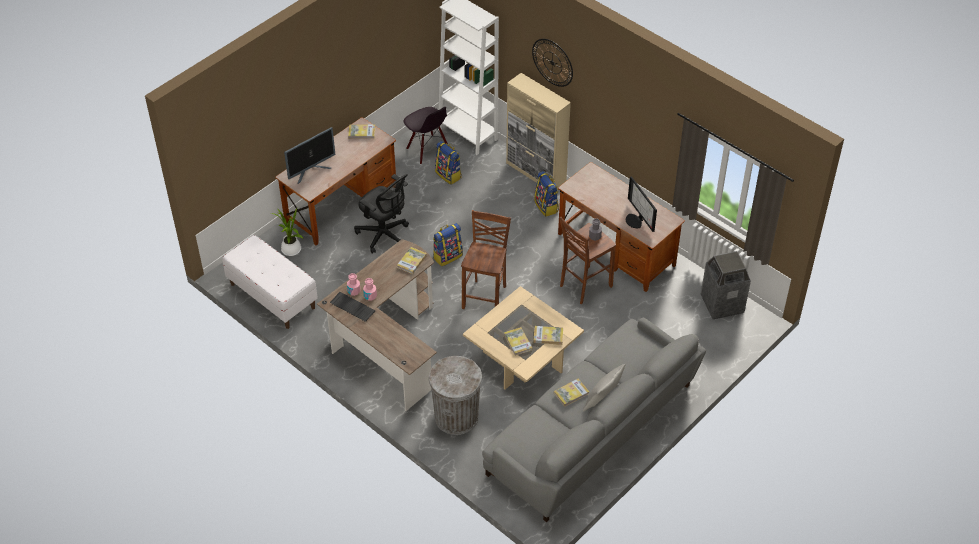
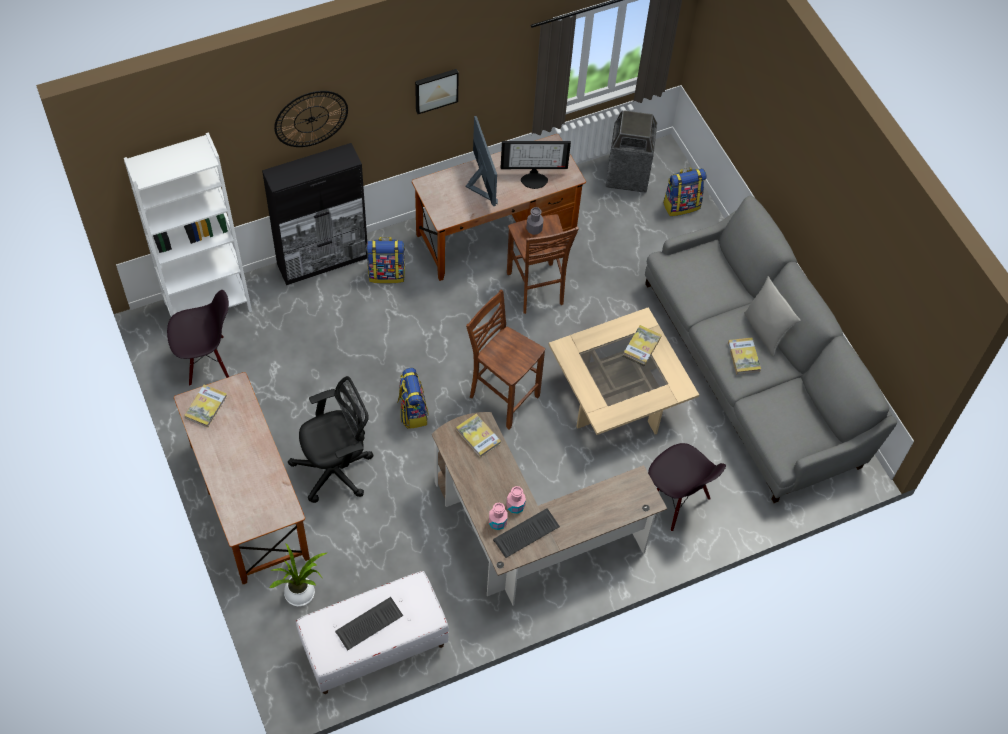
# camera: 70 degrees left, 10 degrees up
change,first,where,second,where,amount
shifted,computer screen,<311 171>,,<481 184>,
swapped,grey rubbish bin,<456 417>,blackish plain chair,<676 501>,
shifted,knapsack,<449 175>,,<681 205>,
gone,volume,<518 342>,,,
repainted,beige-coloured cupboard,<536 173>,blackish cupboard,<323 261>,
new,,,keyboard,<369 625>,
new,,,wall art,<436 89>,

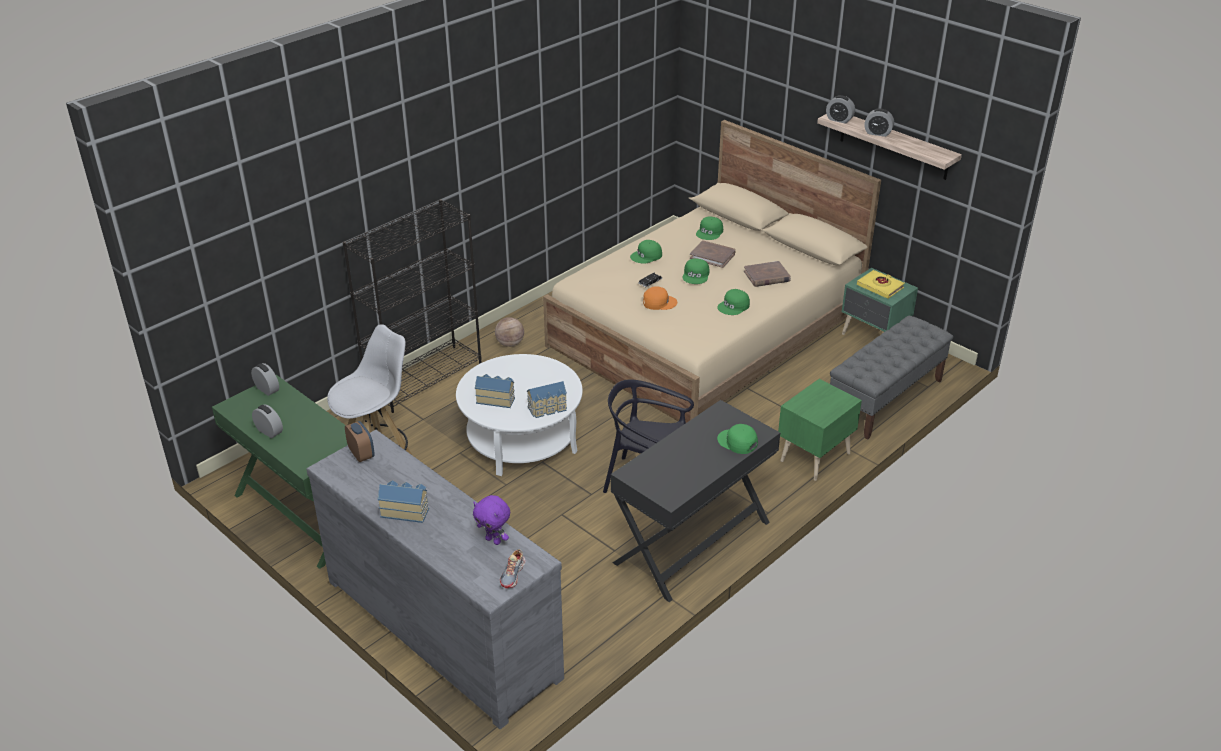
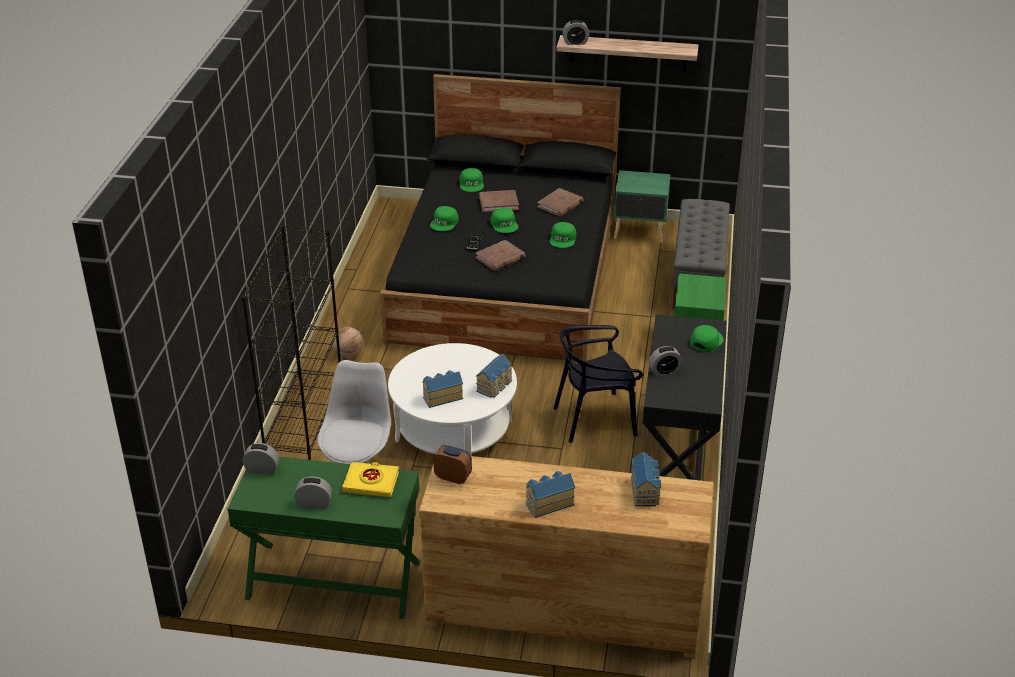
# camera: 35 degrees left, 0 degrees up
change,first,where,second,where,amount
repainted,grey dresser,<443 626>,brown-coloured dresser,<563 608>,
swapped,purplish cuddly toy,<494 540>,model house,<645 491>,
gone,item of footwear,<513 574>,,,
repainted,beige-coloured sleeping bed,<707 331>,blackish sleeping bed,<507 277>,
swapped,orange-coloured peaked cap,<659 302>,brown-coloured volume,<500 258>,
rotated,greenish peaked cap,<737 442>,,<706 341>,120 degrees clockwise
shifted,yellowish volume,<880 287>,,<371 482>,
shifted,table clock,<877 133>,,<664 371>,

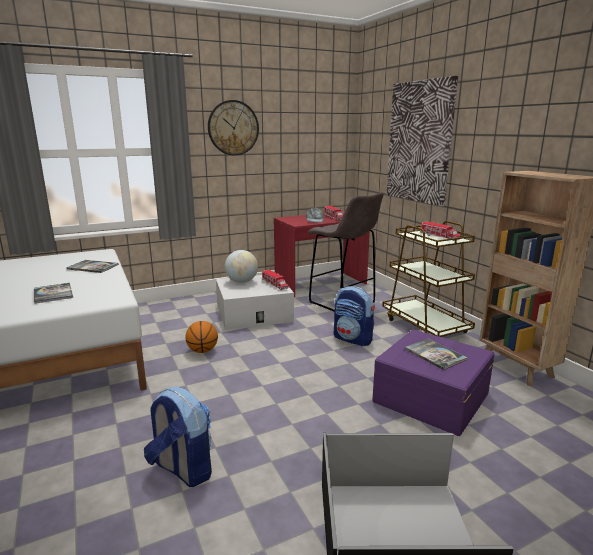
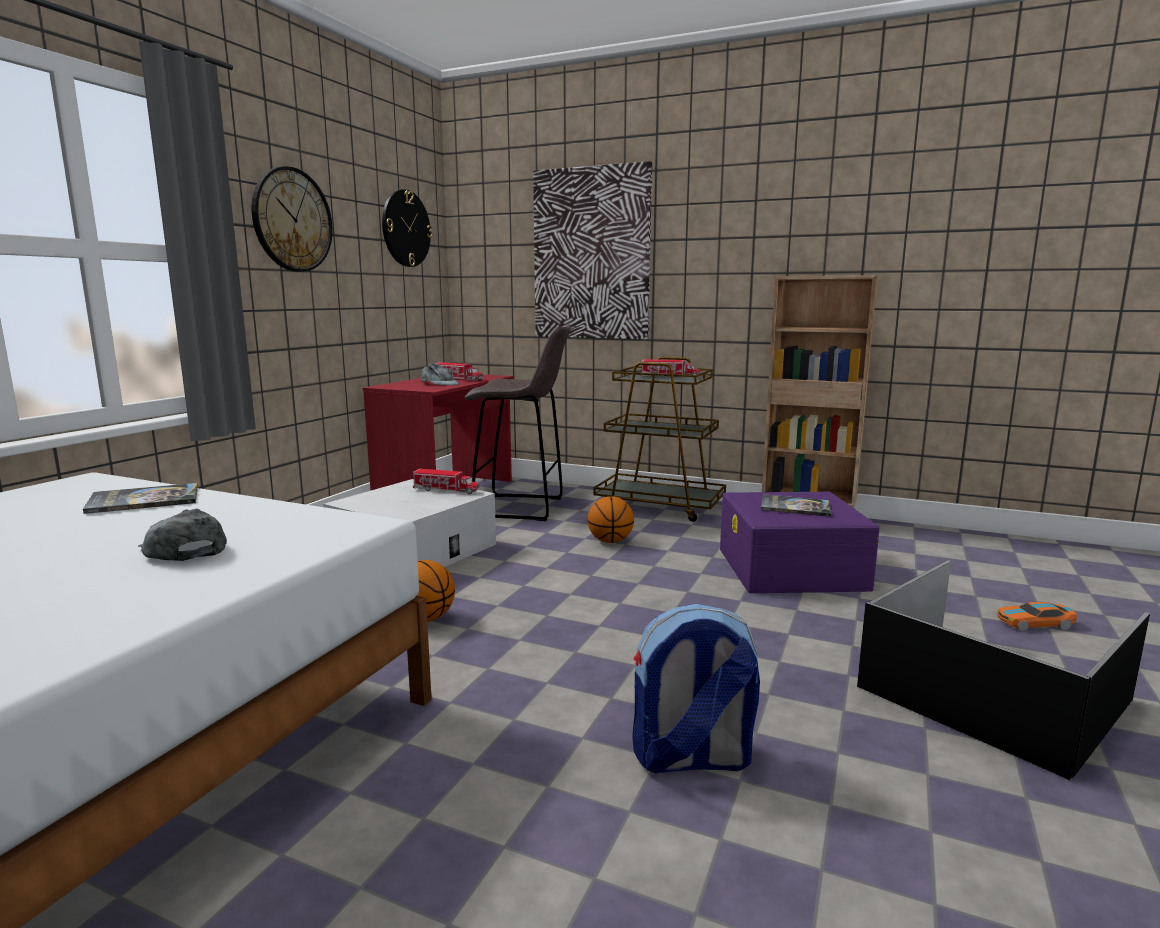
# camera: 40 degrees left, 5 degrees down
change,first,where,second,where,amount
swapped,volume,<53 294>,grey peaked cap,<182 549>,
gone,world globe,<241 282>,,,
swapped,knapsack,<353 339>,basketball ball,<610 541>,
new,,,clock on the wall,<406 228>,
new,,,model car,<1034 623>,

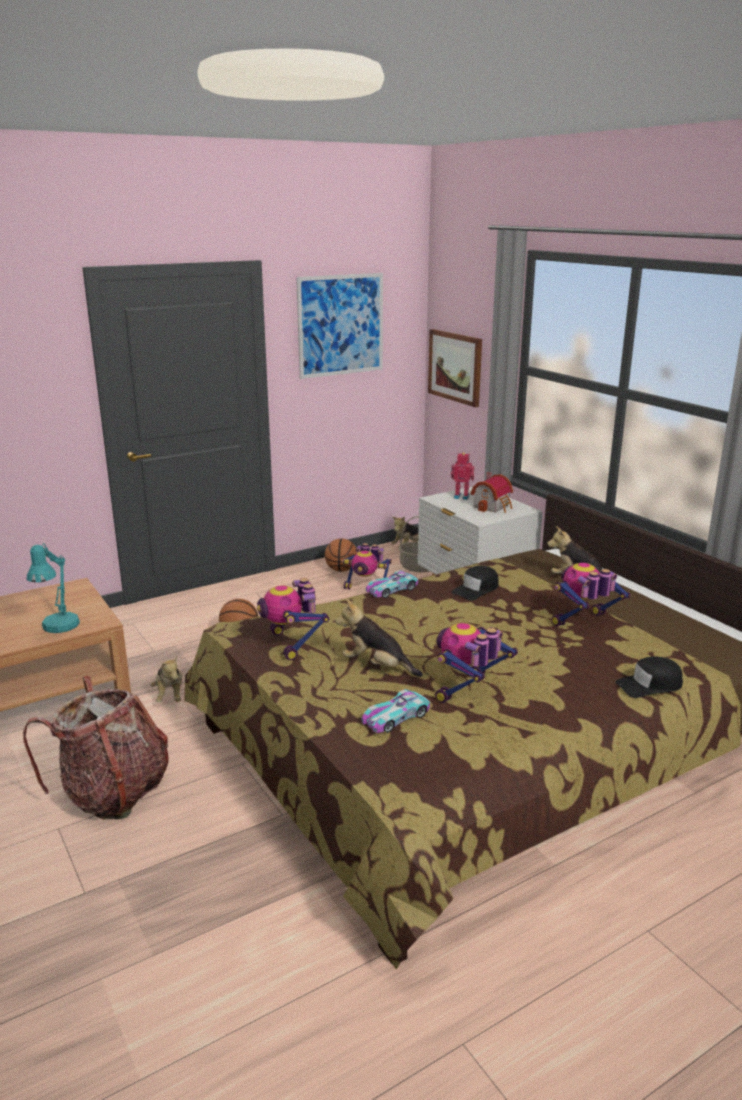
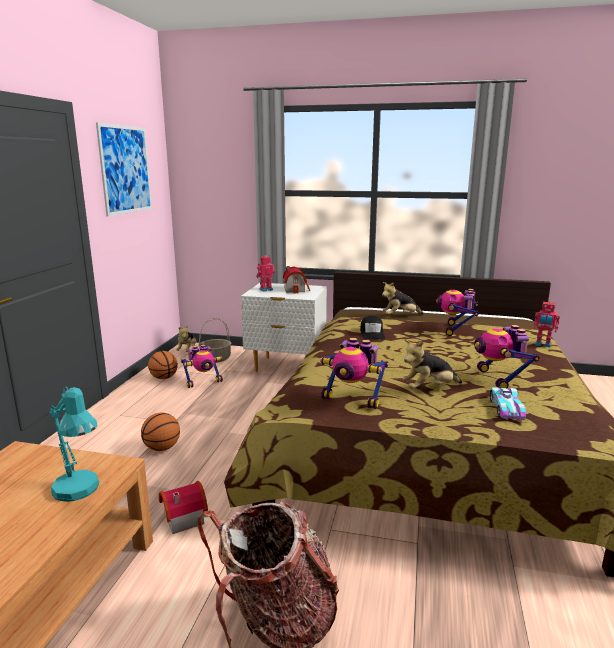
# camera: 45 degrees left, 5 degrees down
change,first,where,second,where,amount
swapped,cuddly toy,<170 695>,model house,<182 518>,
gone,model car,<392 589>,,,
gone,wall art,<455 367>,,,
swapped,blackish peaked cap,<649 685>,robot figure,<543 344>,

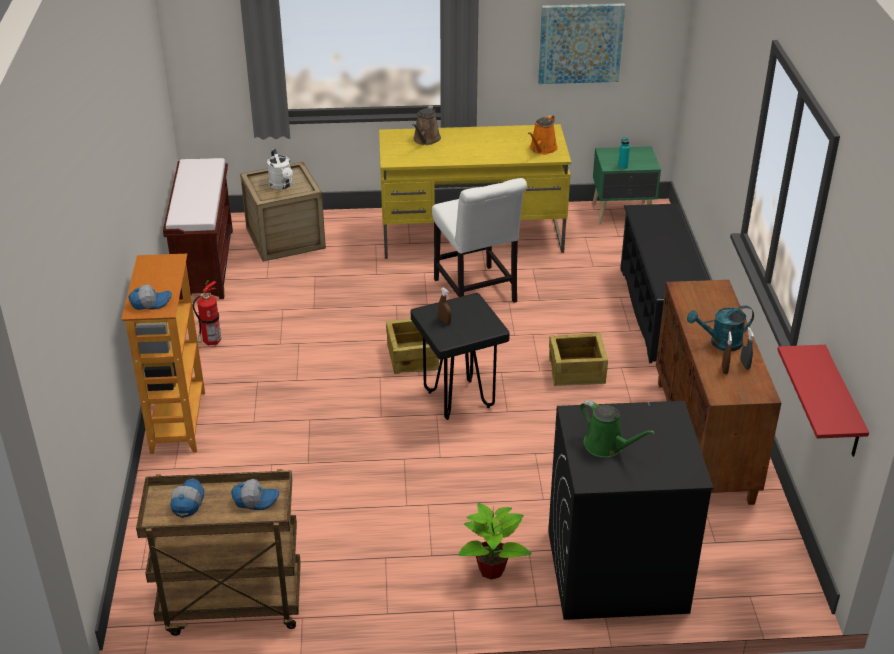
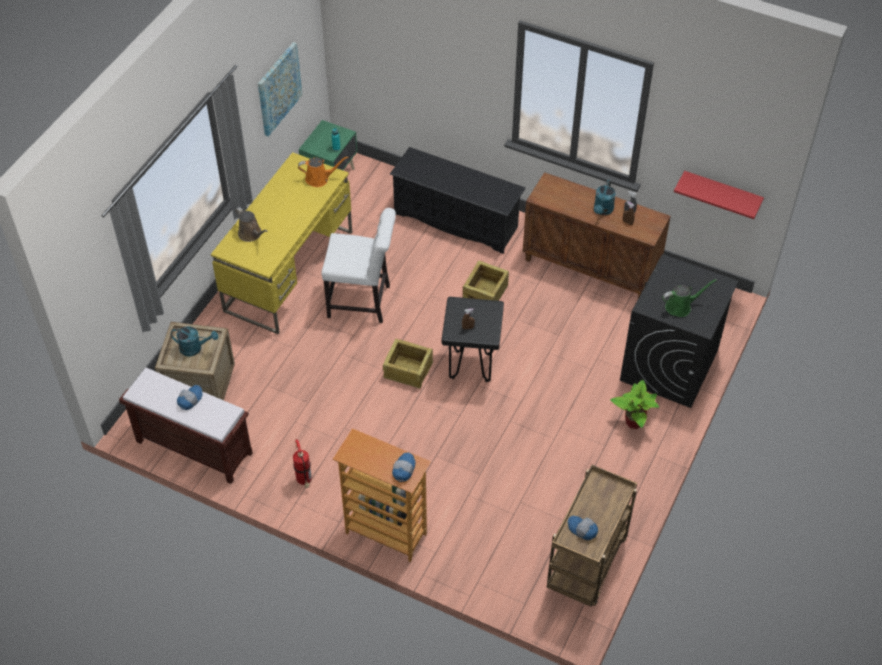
# camera: 60 degrees left, 15 degrees up
change,first,where,second,where,amount
shifted,peaked cap,<255 500>,,<189 399>,
repainted,white watering pot,<282 185>,turquoise watering pot,<195 348>,
rotated,orange-coloured watering pot,<542 149>,,<319 178>,60 degrees counterclockwise

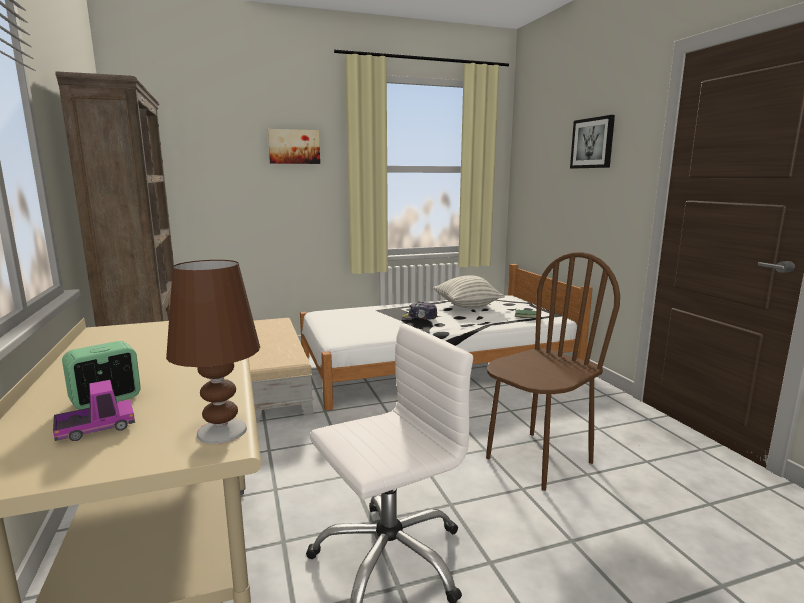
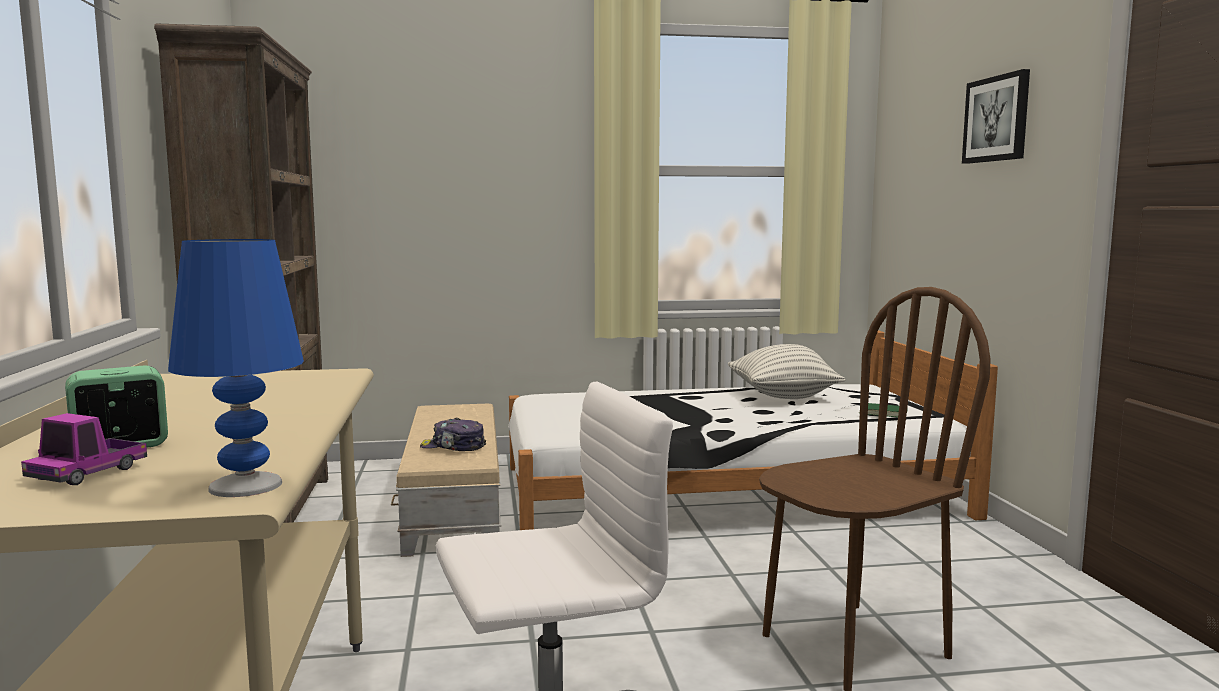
# camera: 10 degrees right, 5 degrees down
change,first,where,second,where,amount
rotated,toy lorry,<96 428>,,<88 473>,135 degrees clockwise
repainted,brown-coloured lamp for a table,<221 431>,bluish lamp for a table,<244 485>,
gone,wall art,<294 146>,,,
shifted,peaked cap,<419 318>,,<453 447>,

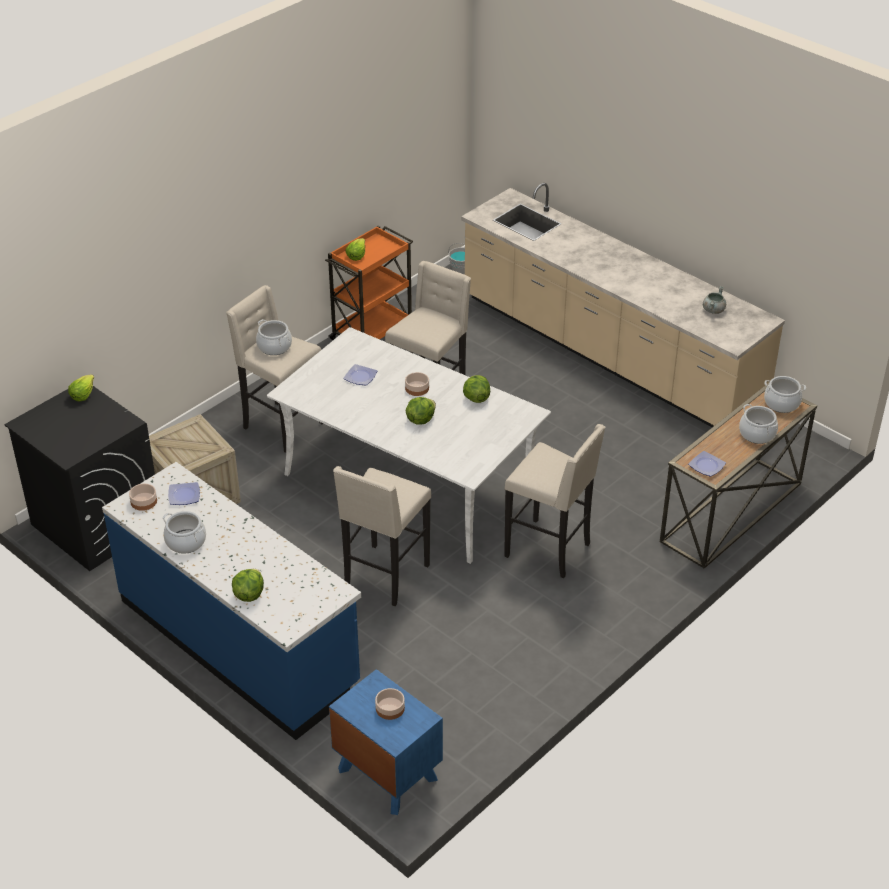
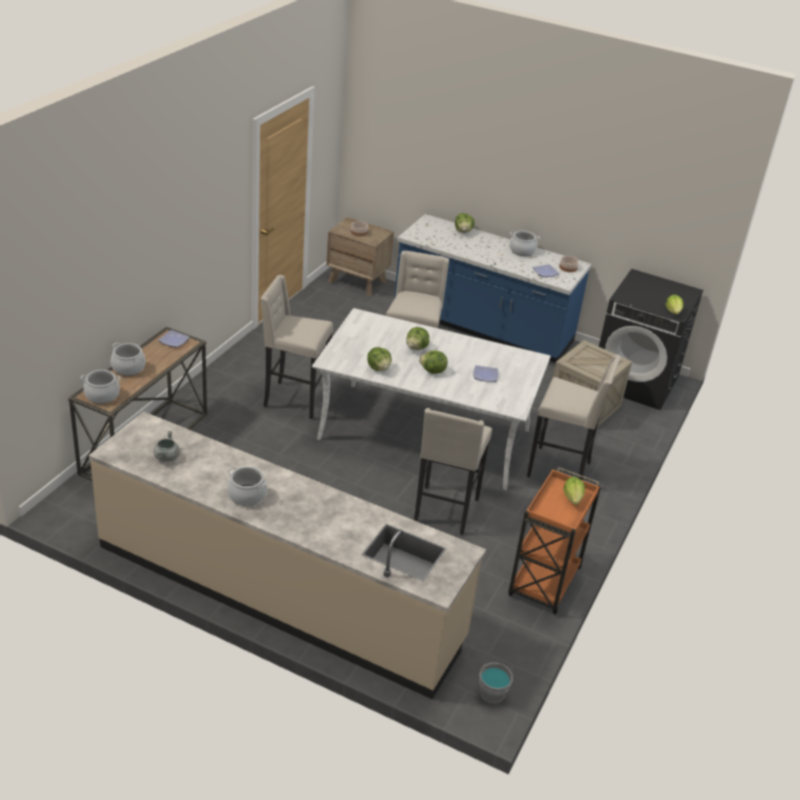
# camera: 160 degrees right, 5 degrees down
change,first,where,second,where,amount
shifted,stockpot,<274 346>,,<247 496>,
repainted,bluish night table,<387 774>,brown-coloured night table,<357 281>,
swapped,deep dish,<417 388>,lettuce,<432 371>,

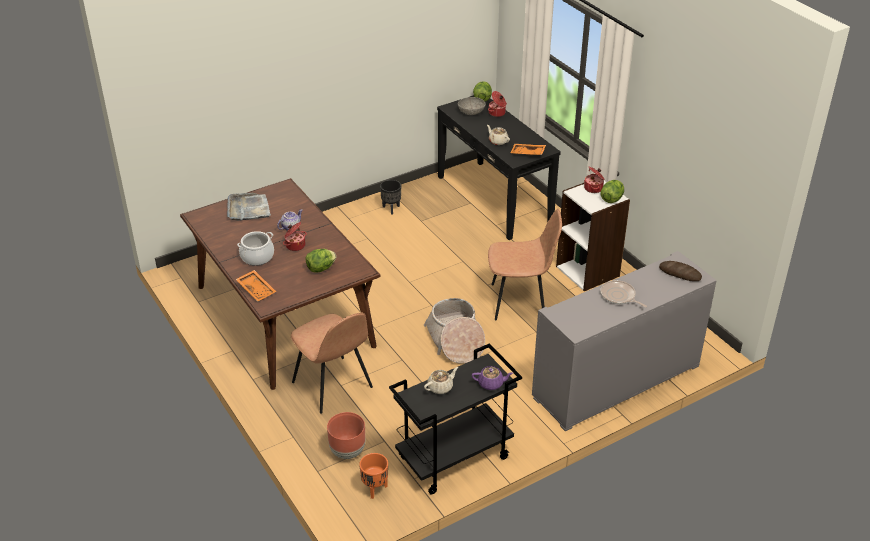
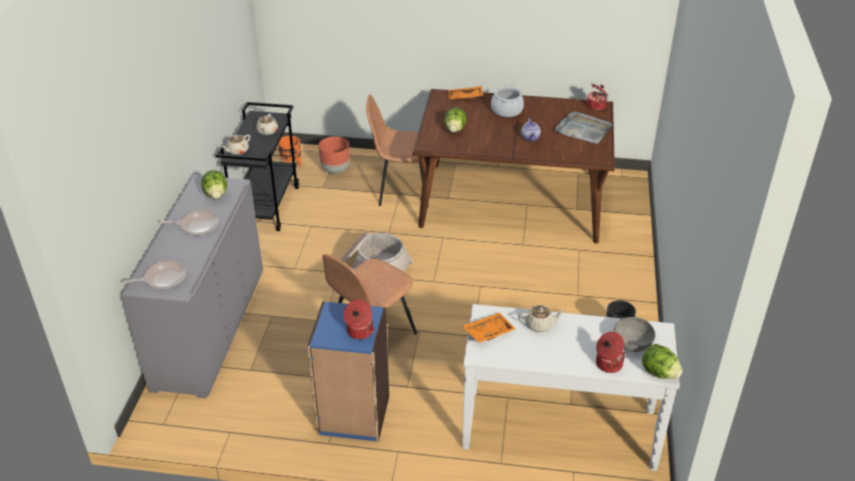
# camera: 130 degrees right, 0 degrees up
change,first,where,second,where,amount
shifted,stockpot,<295 245>,,<596 106>,
repainted,blackish hall table,<494 199>,white hall table,<559 429>,
repainted,purplish pot for tea,<491 384>,beige-coloured pot for tea,<237 151>,
repainted,white shelving unit,<588 271>,bluish shelving unit,<353 415>,
shifted,lettuce,<612 199>,,<216 195>,
swapped,bread,<680 273>,skillet,<163 278>,

